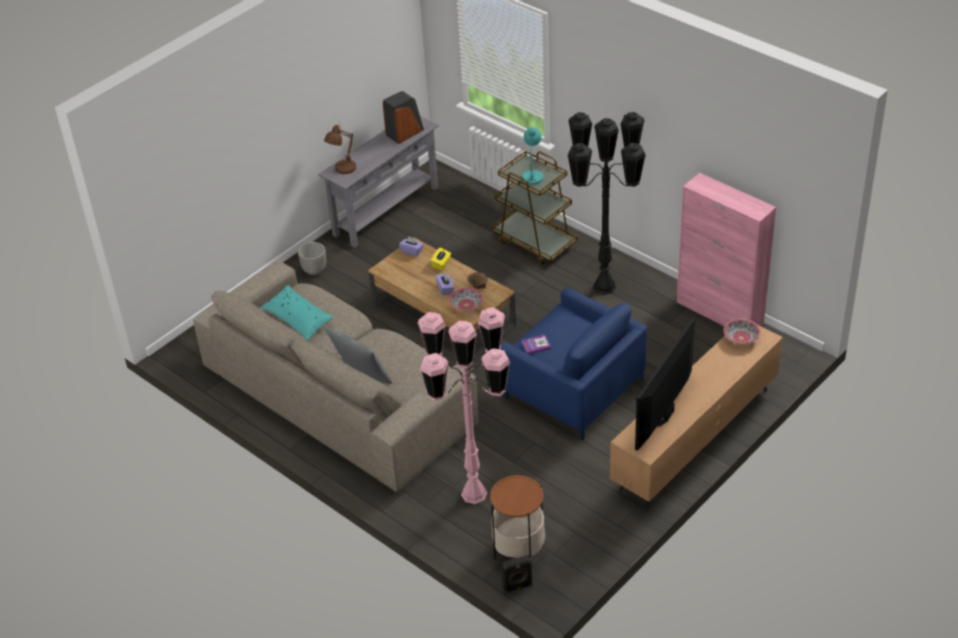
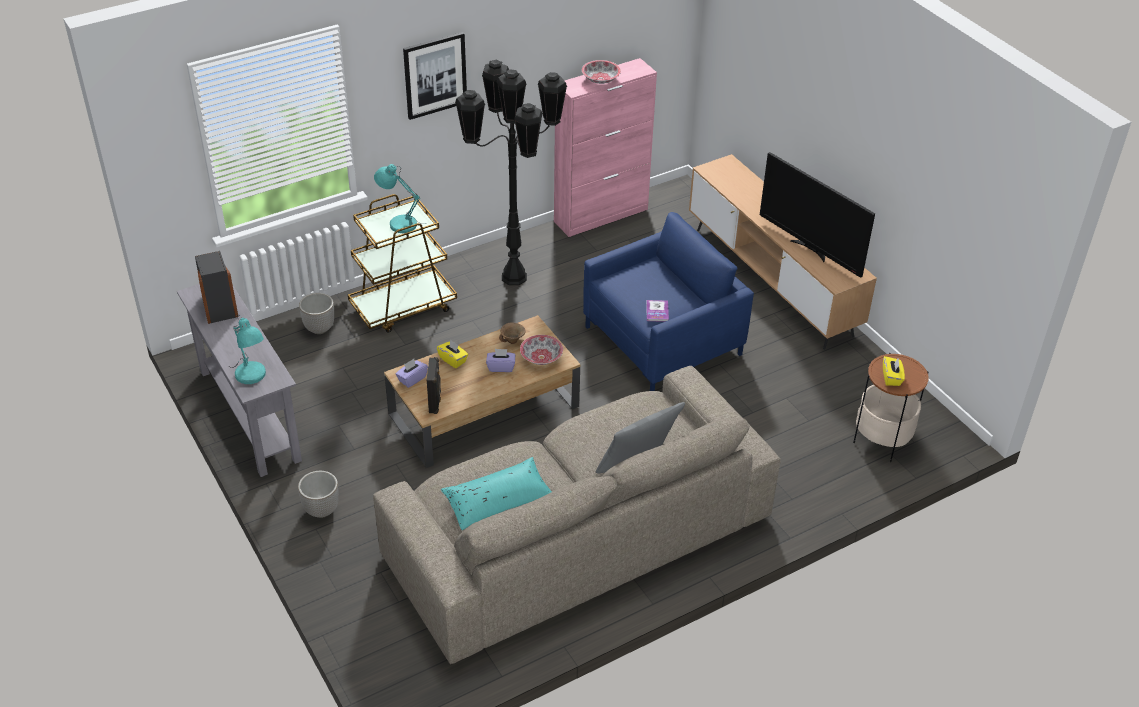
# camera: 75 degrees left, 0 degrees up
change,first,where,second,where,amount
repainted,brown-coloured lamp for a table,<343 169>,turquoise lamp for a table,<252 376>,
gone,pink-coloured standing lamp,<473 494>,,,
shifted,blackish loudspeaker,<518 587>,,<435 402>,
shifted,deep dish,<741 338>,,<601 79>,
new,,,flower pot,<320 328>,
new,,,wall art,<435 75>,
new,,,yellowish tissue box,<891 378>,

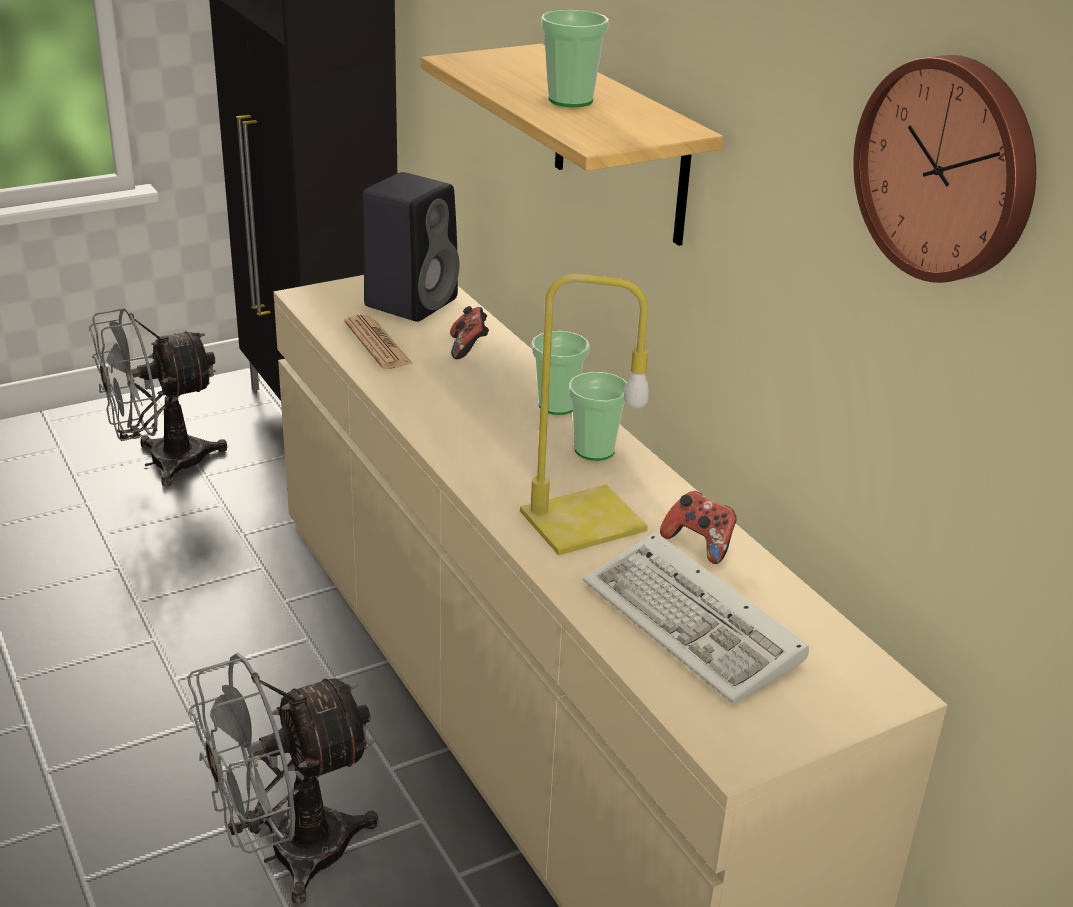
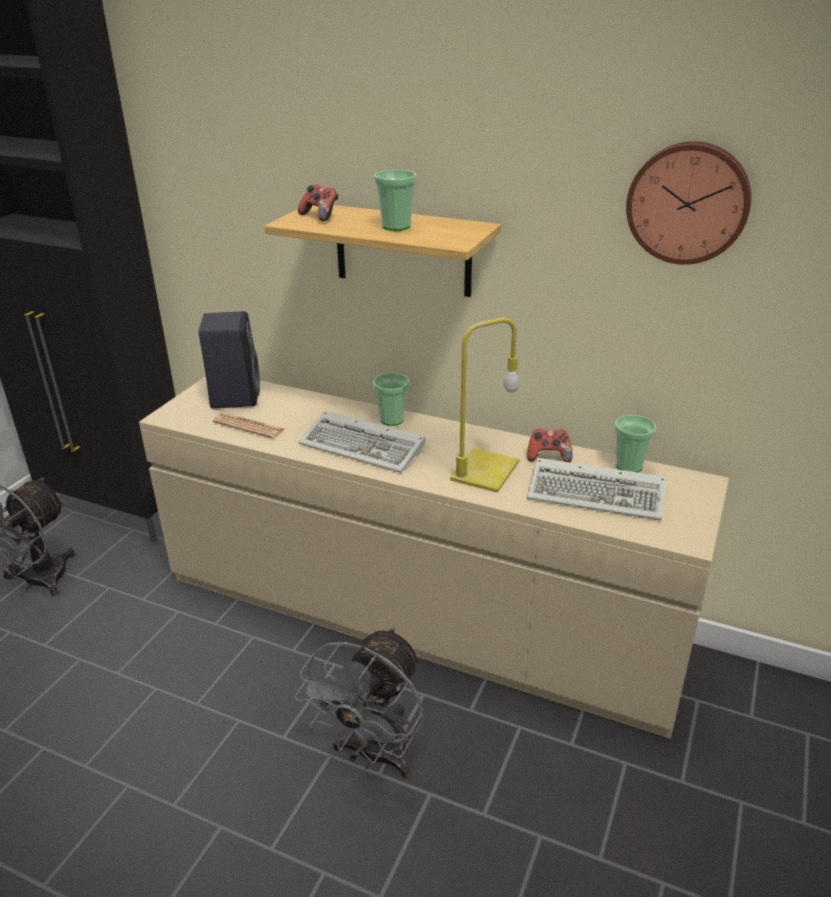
# camera: 35 degrees left, 0 degrees up
change,first,where,second,where,amount
shifted,gamepad,<469 348>,,<320 216>,
shifted,cup,<594 450>,,<629 466>,
new,,,keyboard,<365 447>,

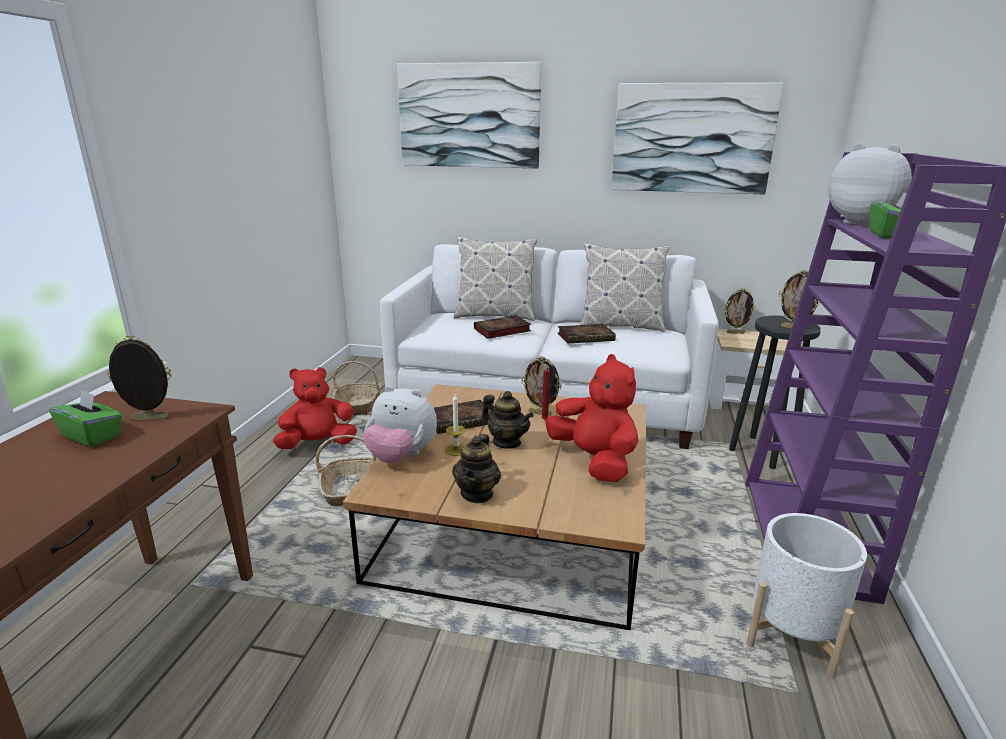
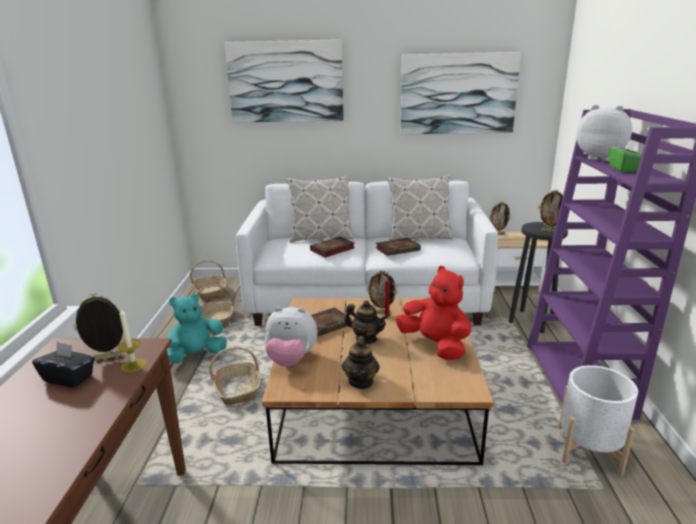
# camera: 10 degrees left, 0 degrees up
change,first,where,second,where,amount
repainted,greenish tissue box,<93 436>,blackish tissue box,<69 378>,
repainted,reddish cuddly toy,<318 444>,turquoise cuddly toy,<196 356>,
shifted,wax candle,<456 450>,,<133 365>,
new,,,basket,<210 292>,

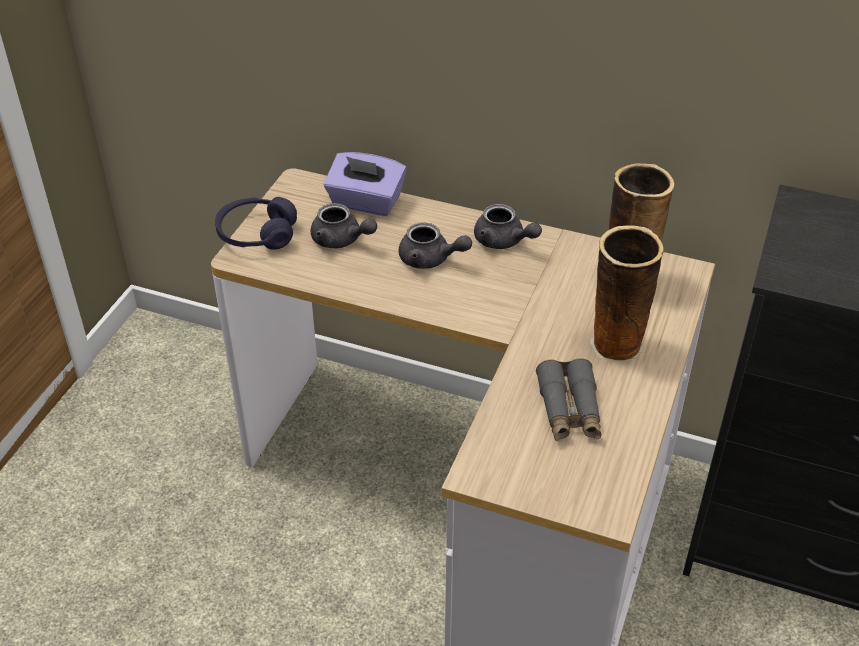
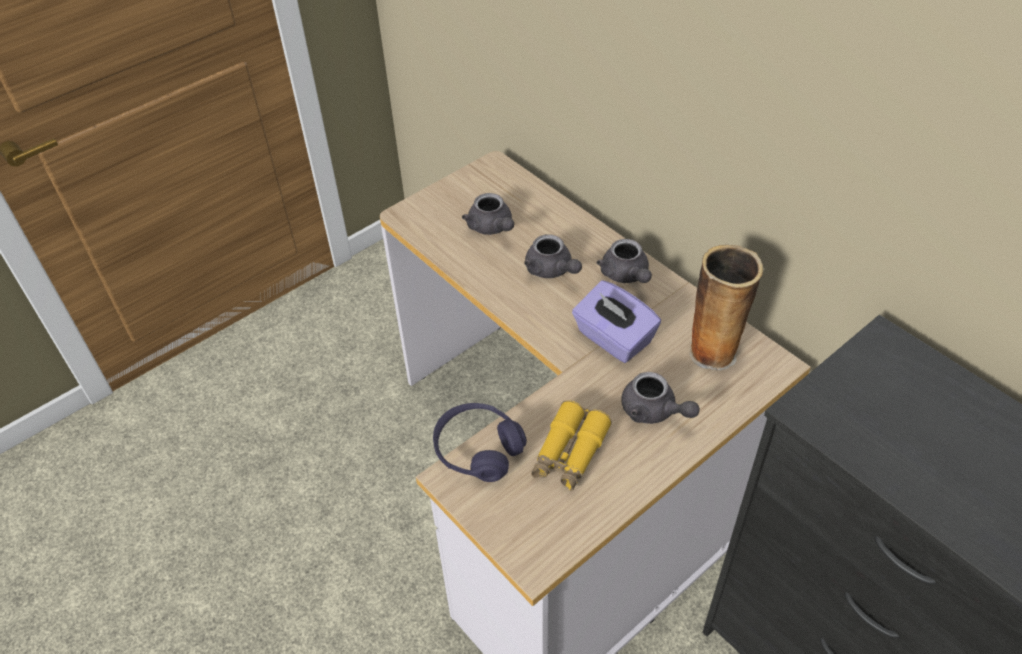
# camera: 30 degrees right, 5 degrees up
change,first,where,second,where,amount
shifted,purplish pair of headphones,<257 234>,,<478 450>,
shifted,purplish tissue box,<365 202>,,<613 339>,
repainted,grey field glasses,<569 410>,yellowish field glasses,<569 454>,
swapped,flower vase,<615 347>,grey pot for tea,<654 411>,

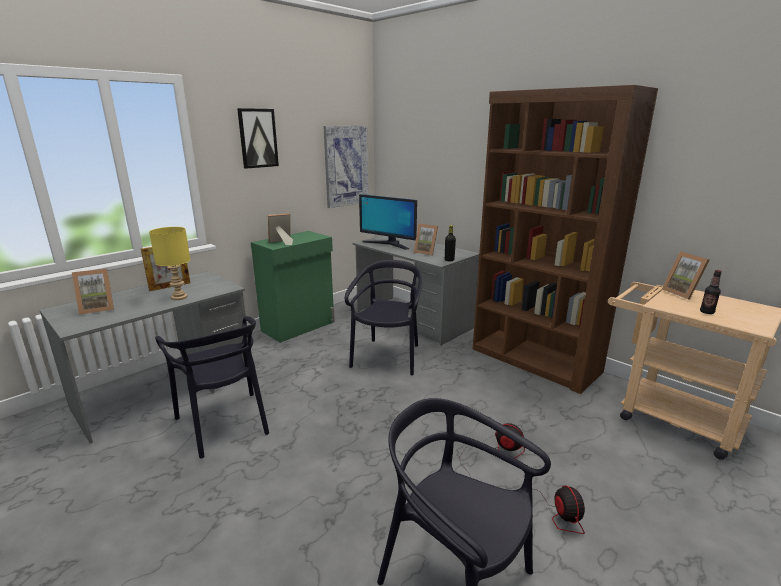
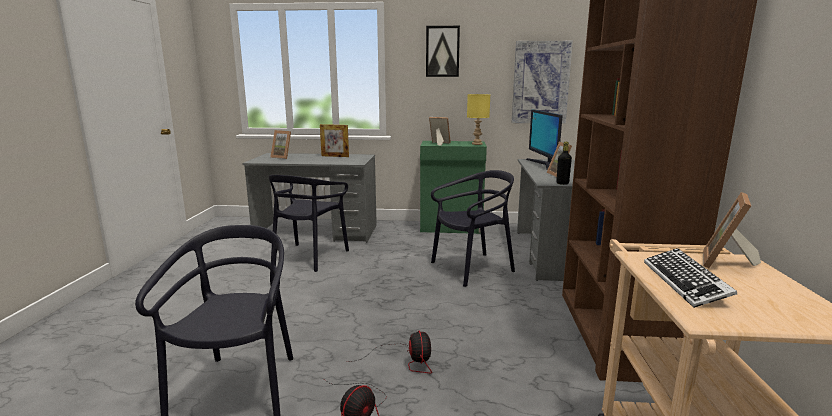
# camera: 50 degrees right, 5 degrees down
change,first,where,second,where,amount
shifted,yellowish lamp for a table,<178 297>,,<476 144>,
swapped,drink bottle,<706 312>,keyboard,<685 283>,

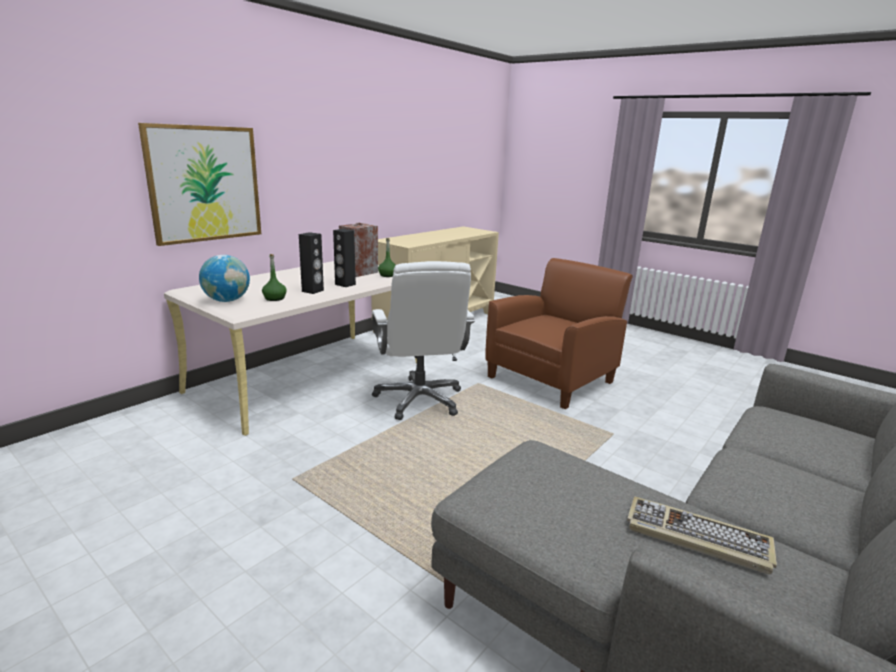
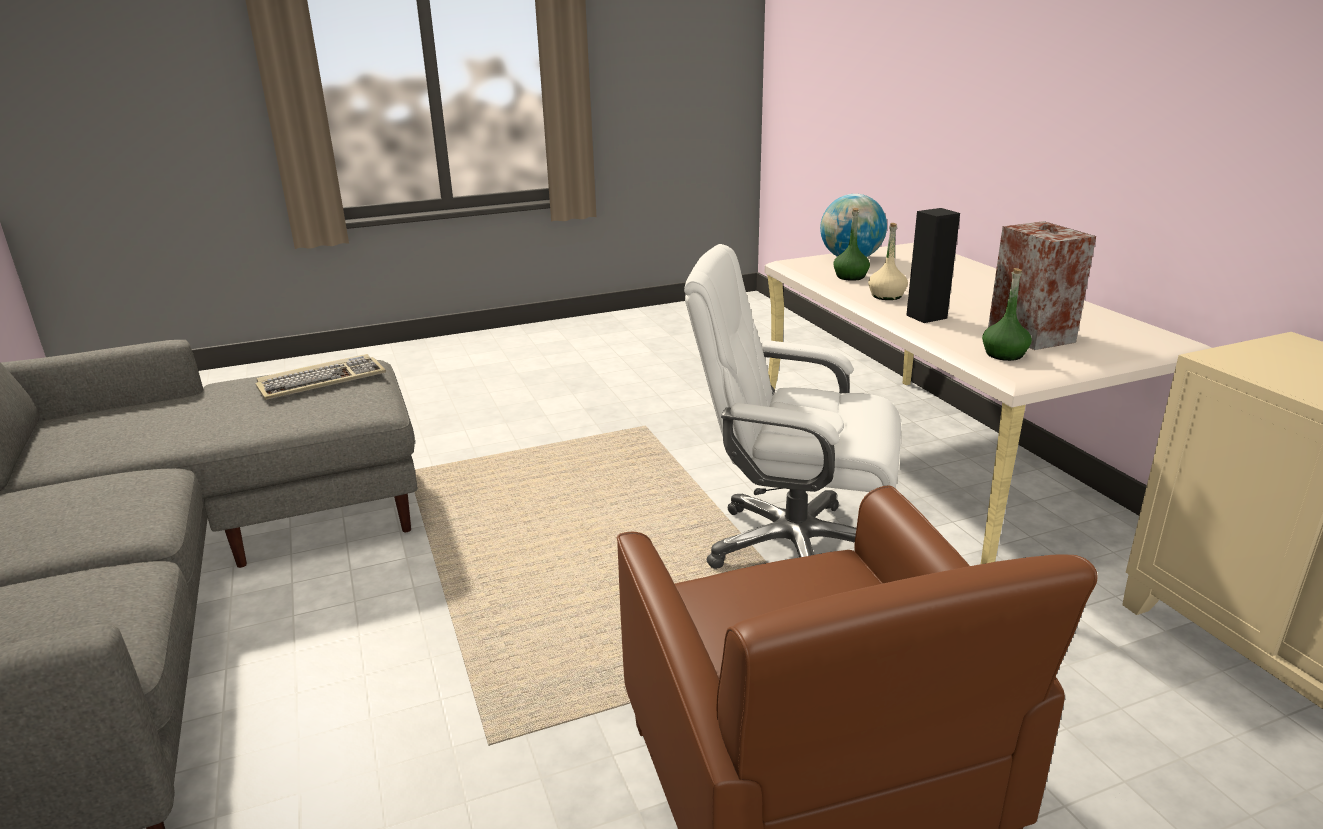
# camera: 120 degrees right, 5 degrees up
change,first,where,second,where,amount
gone,wall art,<205 184>,,,
swapped,blackish loudspeaker,<313 291>,beige-coloured drink bottle,<887 296>,
shifted,keyboard,<696 537>,,<322 381>,

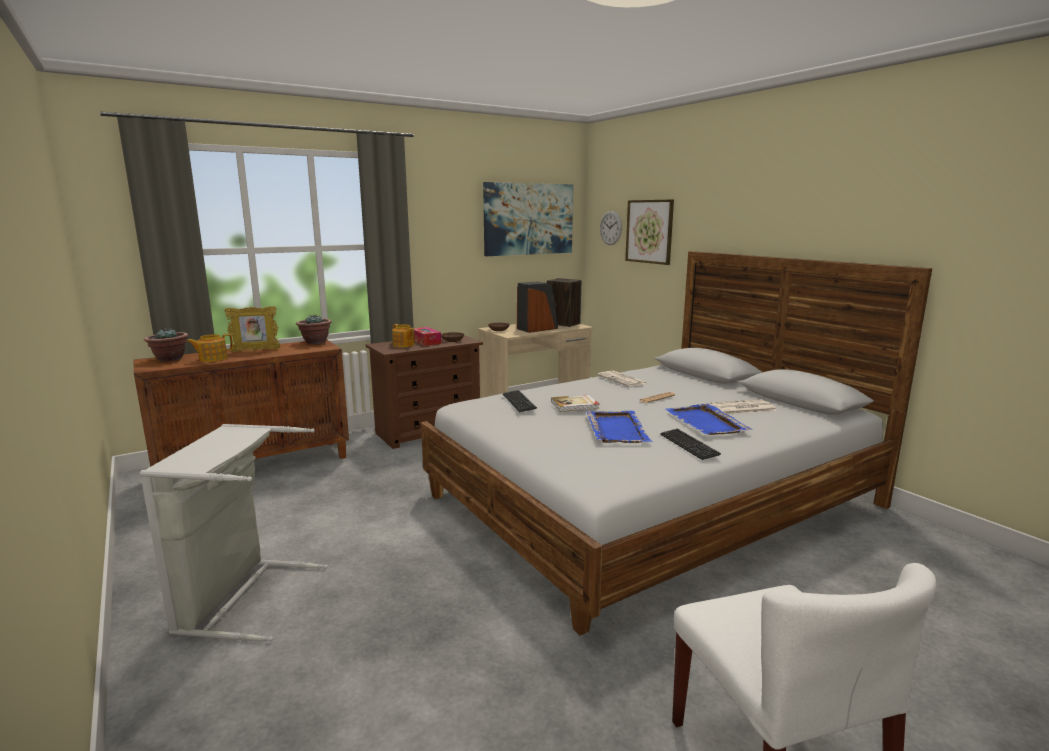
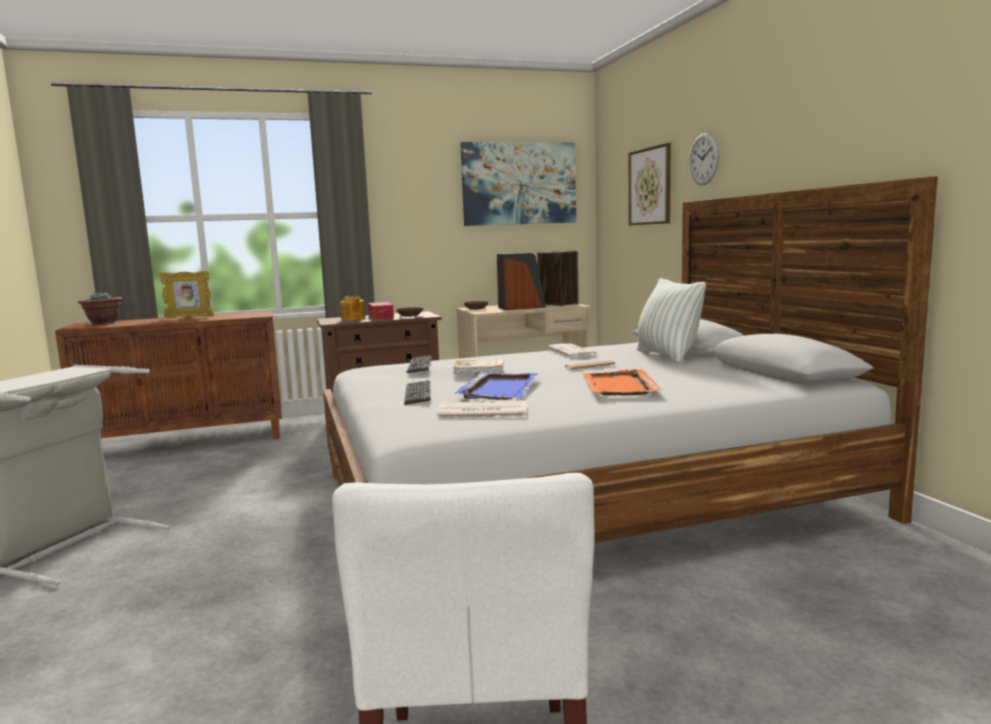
# camera: 15 degrees right, 5 degrees down
change,first,where,second,where,amount
gone,pot for tea,<212 359>,,,
gone,plant in a pot,<315 342>,,,
shifted,clock on the wall,<610 228>,,<704 159>,
shifted,keyboard,<689 445>,,<418 394>,
repainted,bluish tray,<706 422>,orange-coloured tray,<619 386>,
shifted,daily paper,<742 408>,,<481 412>,
new,,,cushion,<667 356>,

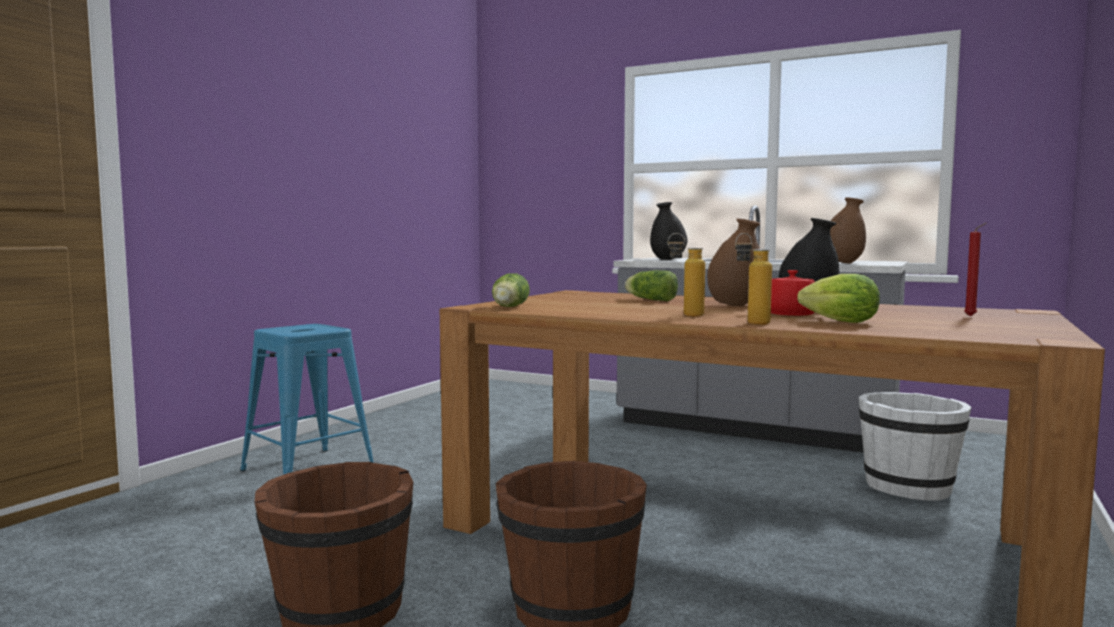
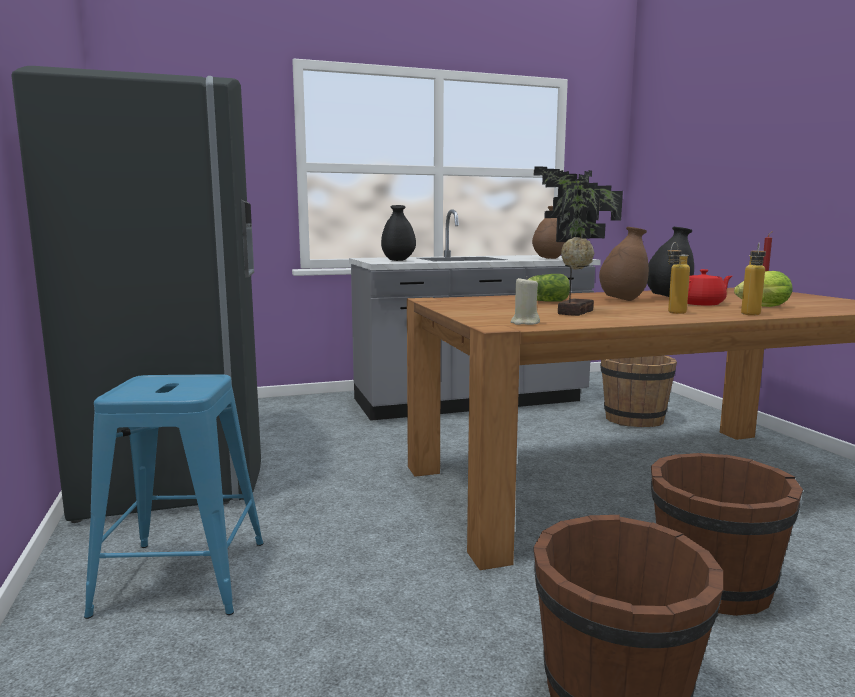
# camera: 45 degrees left, 5 degrees up
change,first,where,second,where,amount
swapped,lettuce,<509 307>,beige-coloured wax candle,<524 323>,
repainted,white water bucket,<908 487>,brown-coloured water bucket,<633 419>,
new,,,grey refrigerator,<178 468>,
new,,,plant in a pot,<572 312>,

